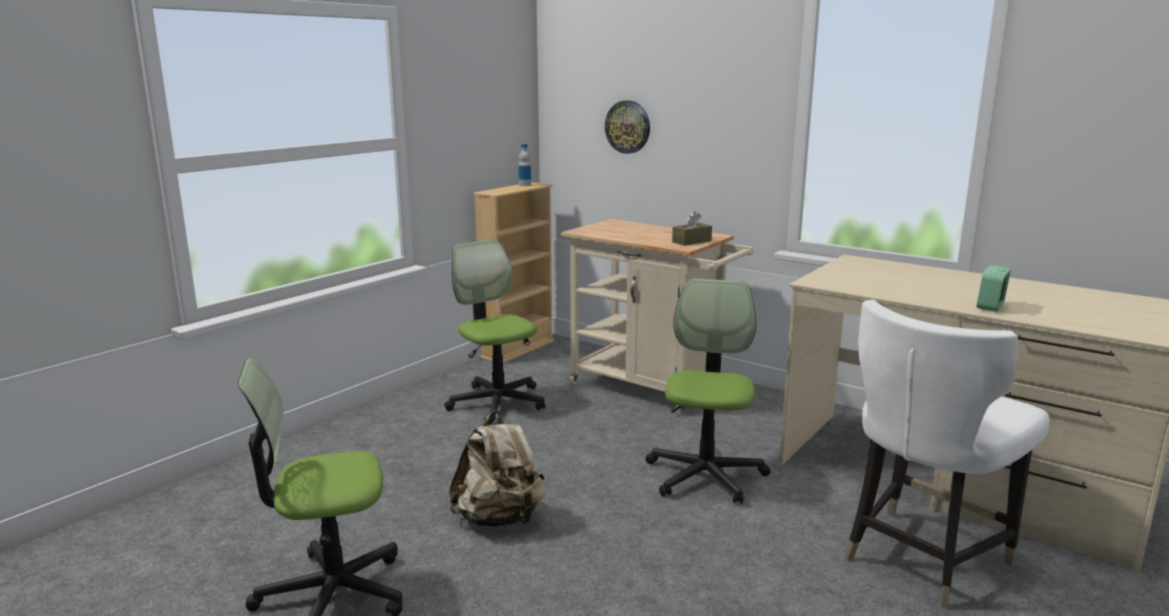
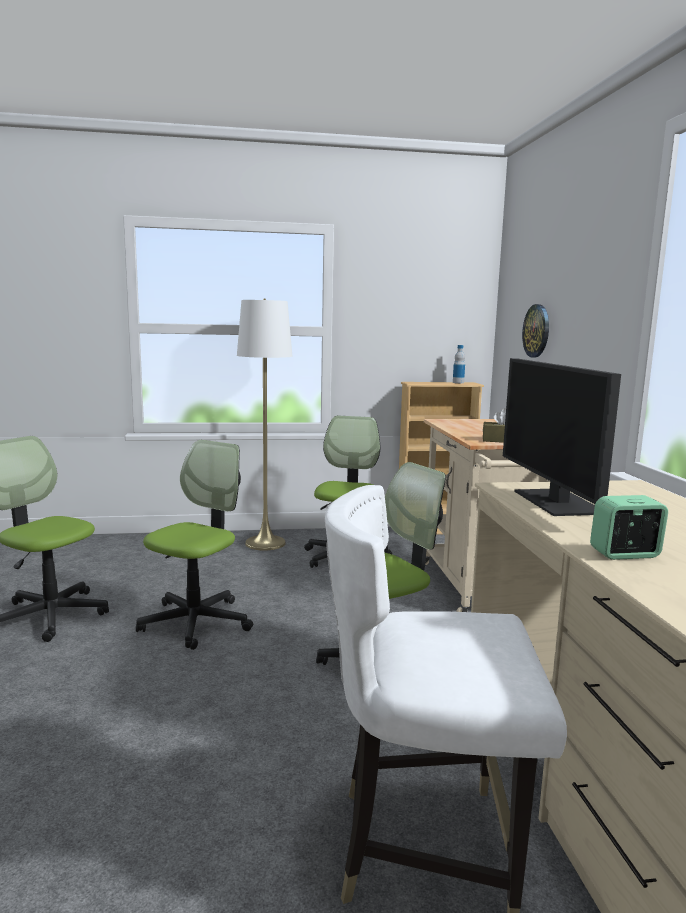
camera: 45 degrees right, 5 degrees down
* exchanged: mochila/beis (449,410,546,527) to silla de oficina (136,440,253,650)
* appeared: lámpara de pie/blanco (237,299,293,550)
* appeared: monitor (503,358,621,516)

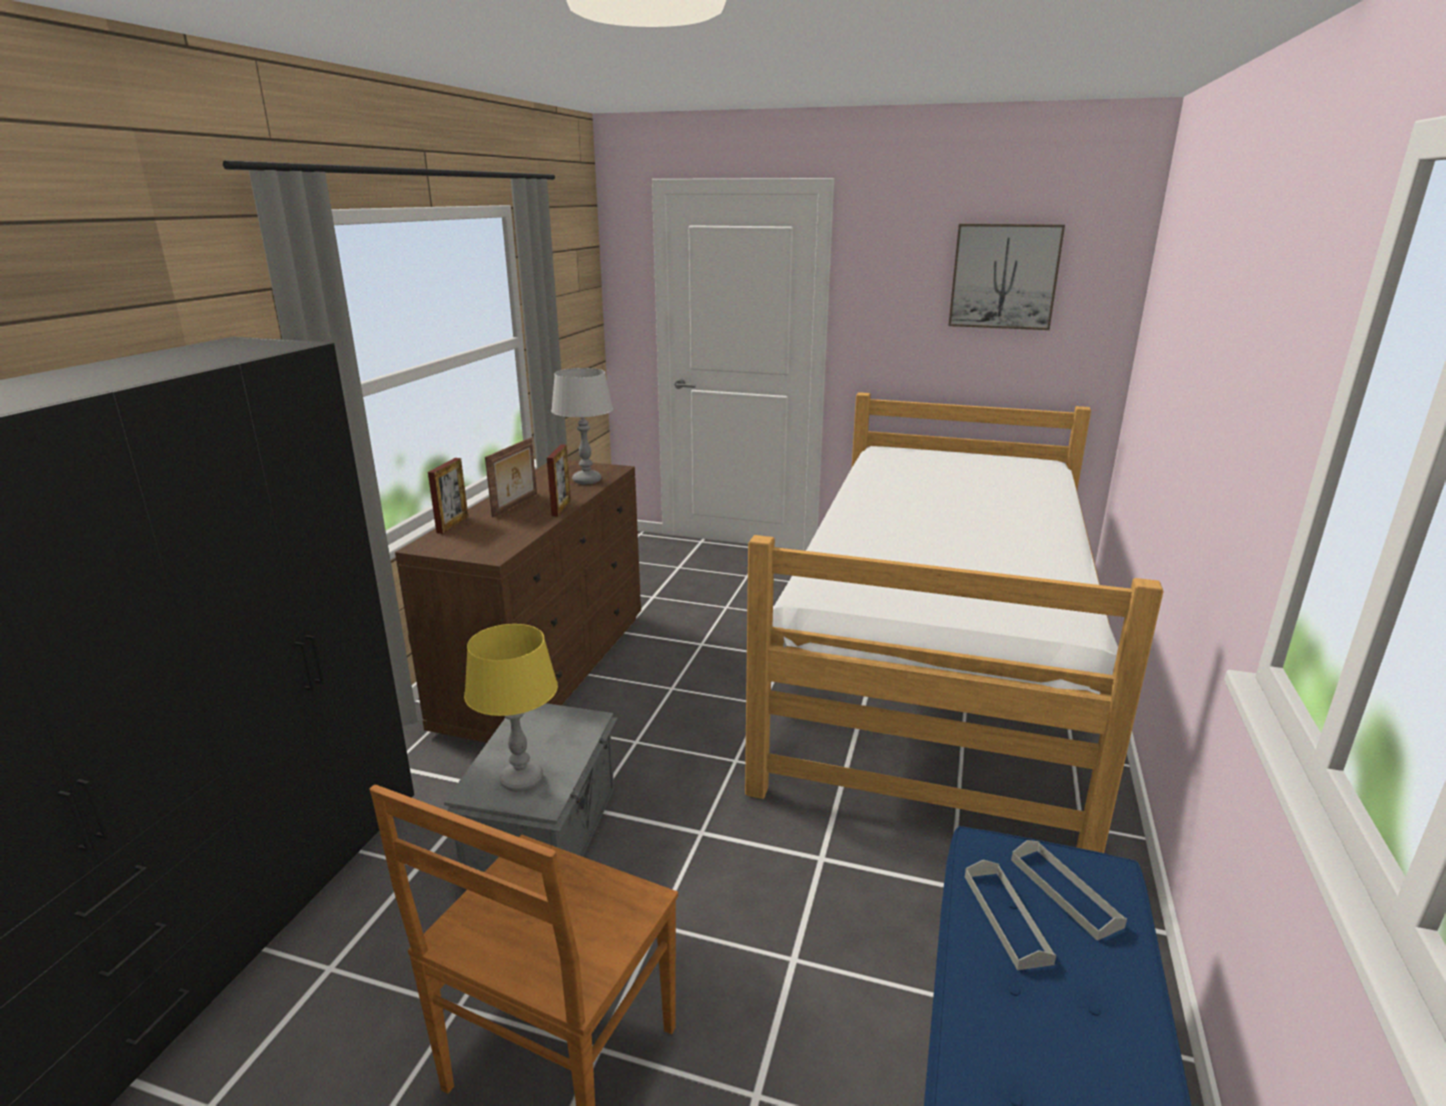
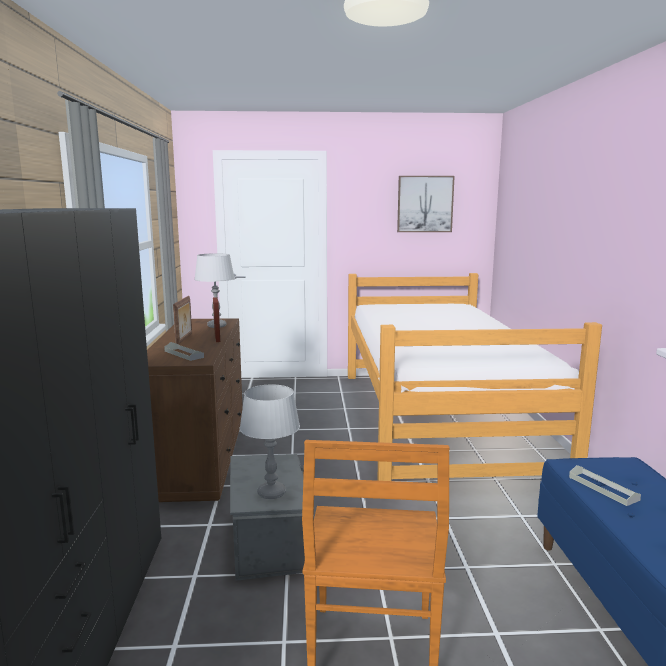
camera: 20 degrees left, 10 degrees down
* missing: portarretratos (428,458,468,534)
* colour: lámpara de mesa/amarillo (464,624,558,792) to lámpara de mesa/gris (239,385,300,499)
* relocated: bandeja/gris (1011,840,1127,941) to (164,342,204,361)

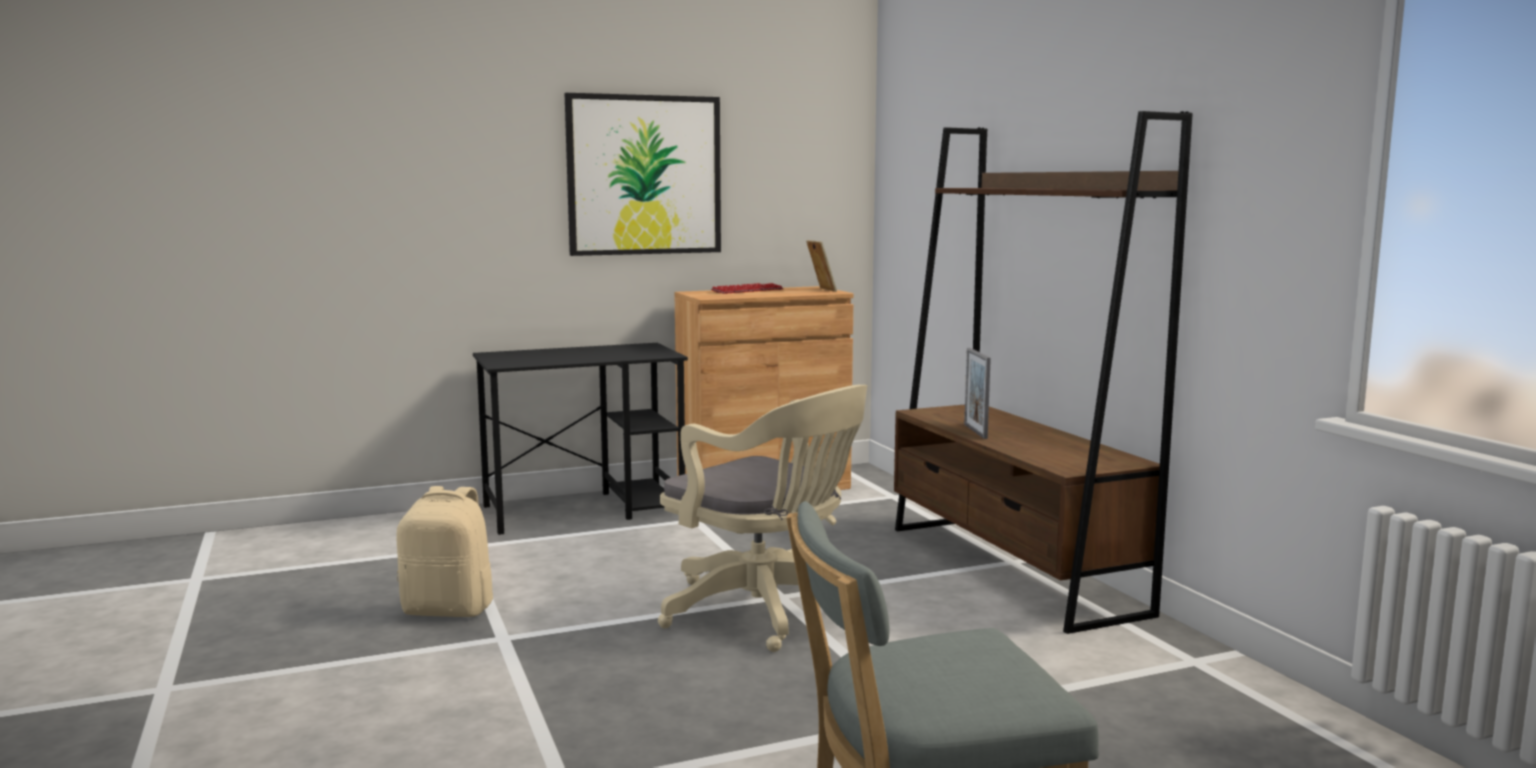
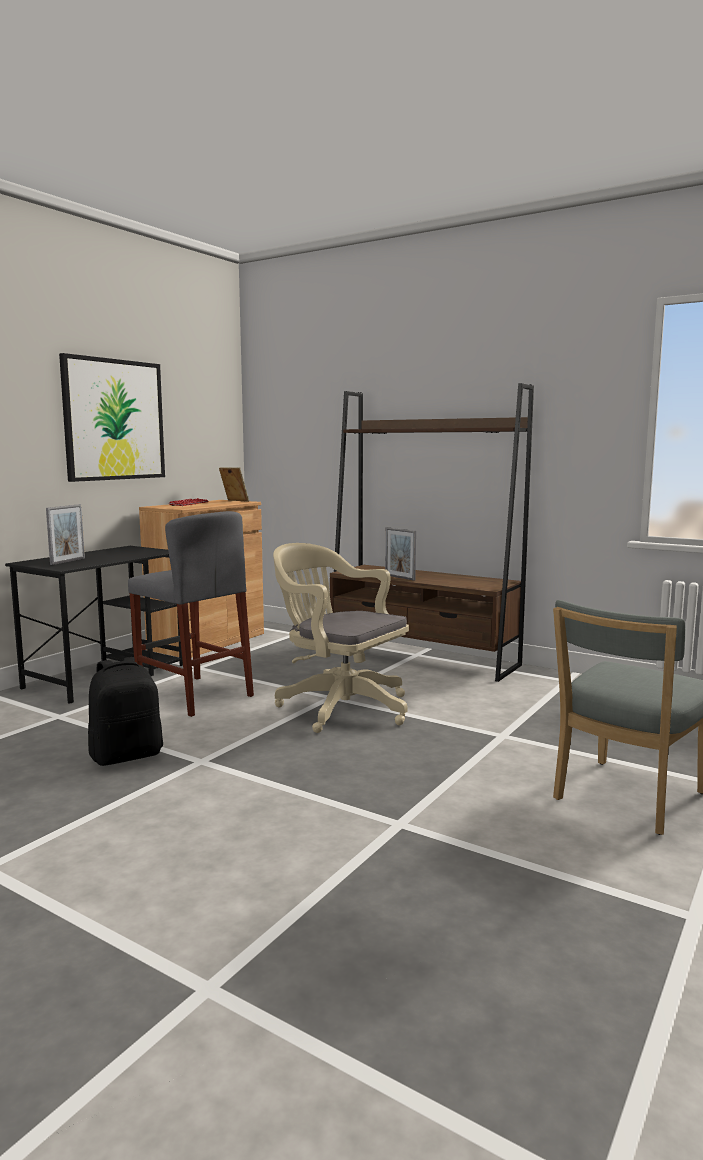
camera: 35 degrees left, 0 degrees up
* spun: silla de oficina/beis (658,385,867,652) = (273,543,409,733) 150 degrees counterclockwise
* colour: mochila/beis (397,486,493,617) to mochila/negro (88,657,163,766)
* appeared: portarretratos (46,504,85,565)
* appeared: taburete/gris (128,511,254,717)

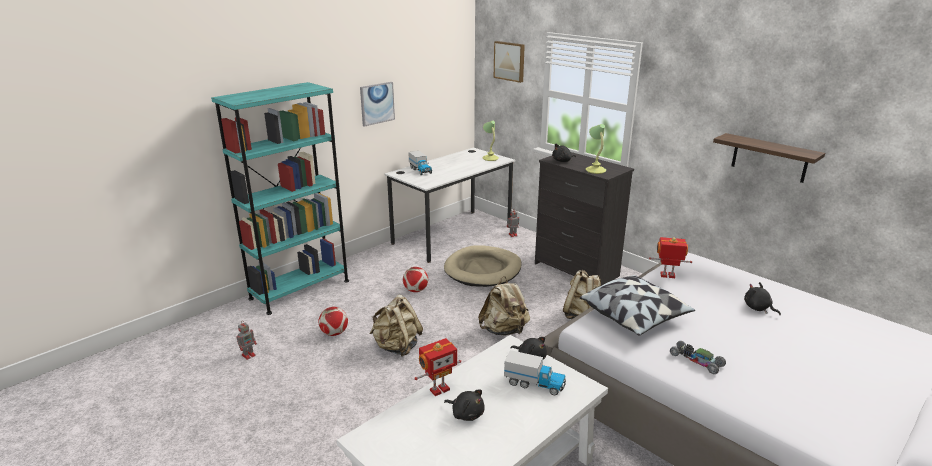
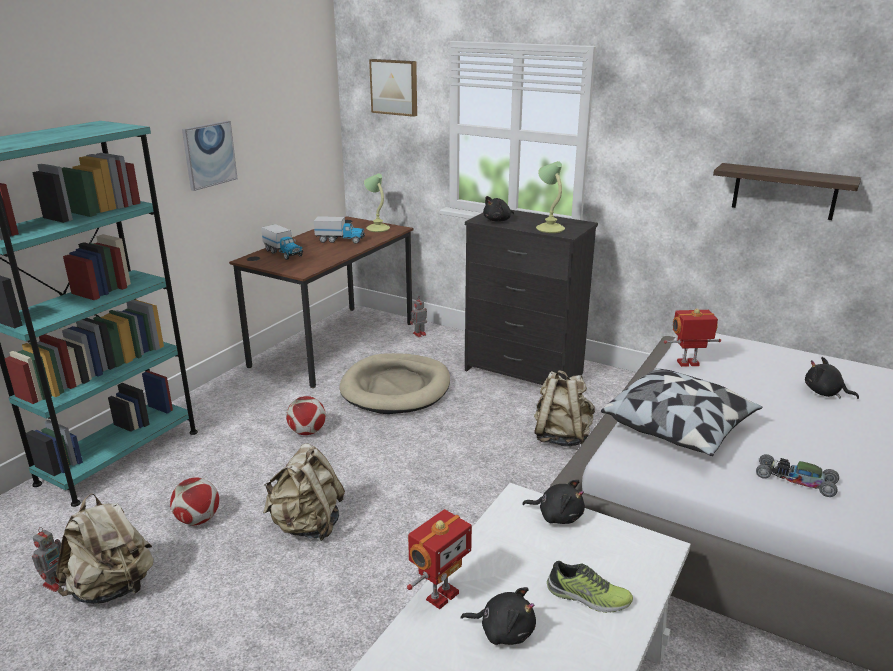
camera: 15 degrees left, 0 degrees up
* colour: escritorio/blanco (385,148,515,263) to escritorio/marrón (229,216,414,388)
* relocated: mochila/beis (478,276,530,336) to (56,493,154,604)
* relocated: camión de juguete (504,350,566,395) to (314,216,365,244)
* appeared: zapato (547,561,633,613)

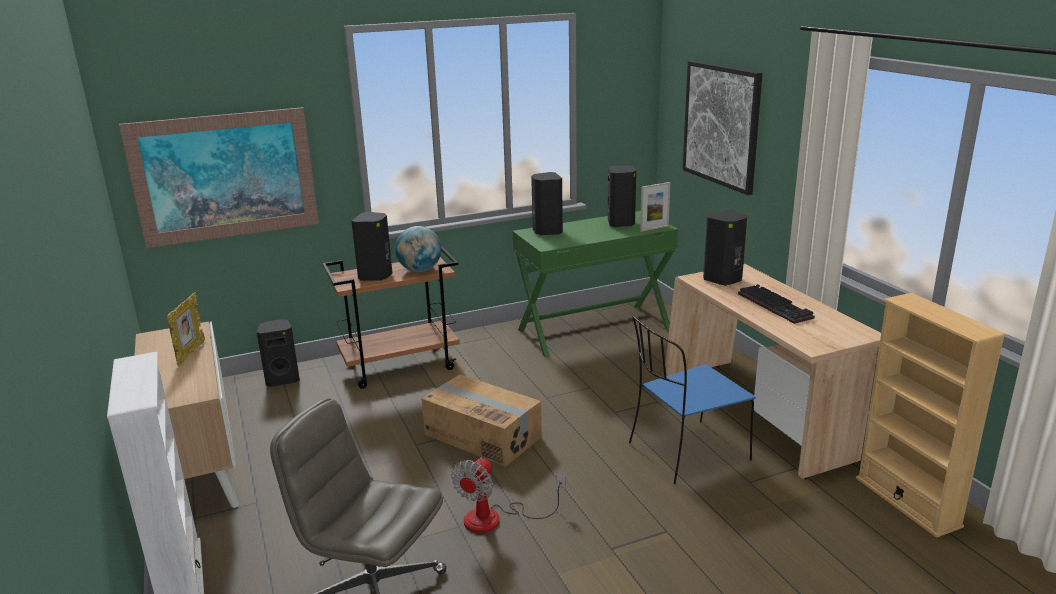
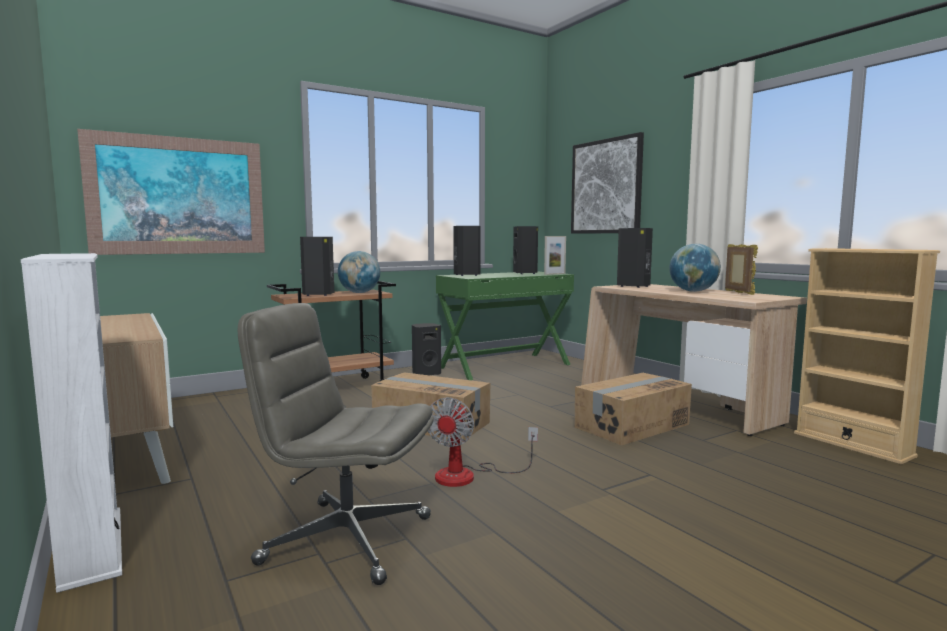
camera: 10 degrees left, 15 degrees down
* exchanged: teclado (738,284,815,324) to globo terráqueo (669,244,721,292)
* relocated: portarretratos (167,292,205,366) to (725,244,758,295)
* exchanged: silla/azul (629,316,755,484) to caja de cartón (575,373,692,446)
* relocated: altavoz/negro (257,319,300,387) to (412,323,441,375)

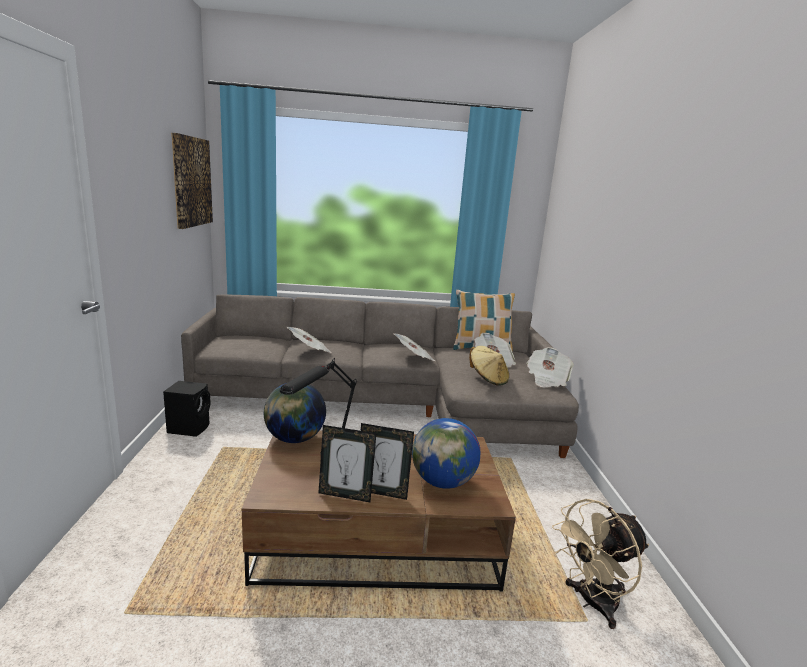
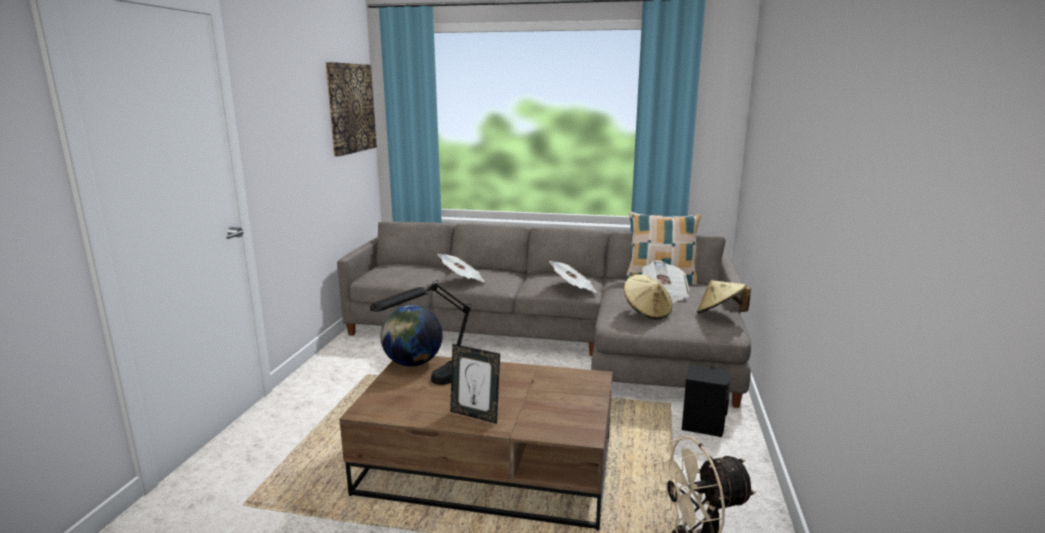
camera: 15 degrees right, 0 degrees up
* exchanged: periódico (527,347,574,387) to sombrero/beis (697,280,751,314)
* relocated: altavoz/negro (163,381,211,437) to (682,364,730,437)
* missing: globo terráqueo (412,418,480,489)
* missing: portarretratos (318,425,376,502)

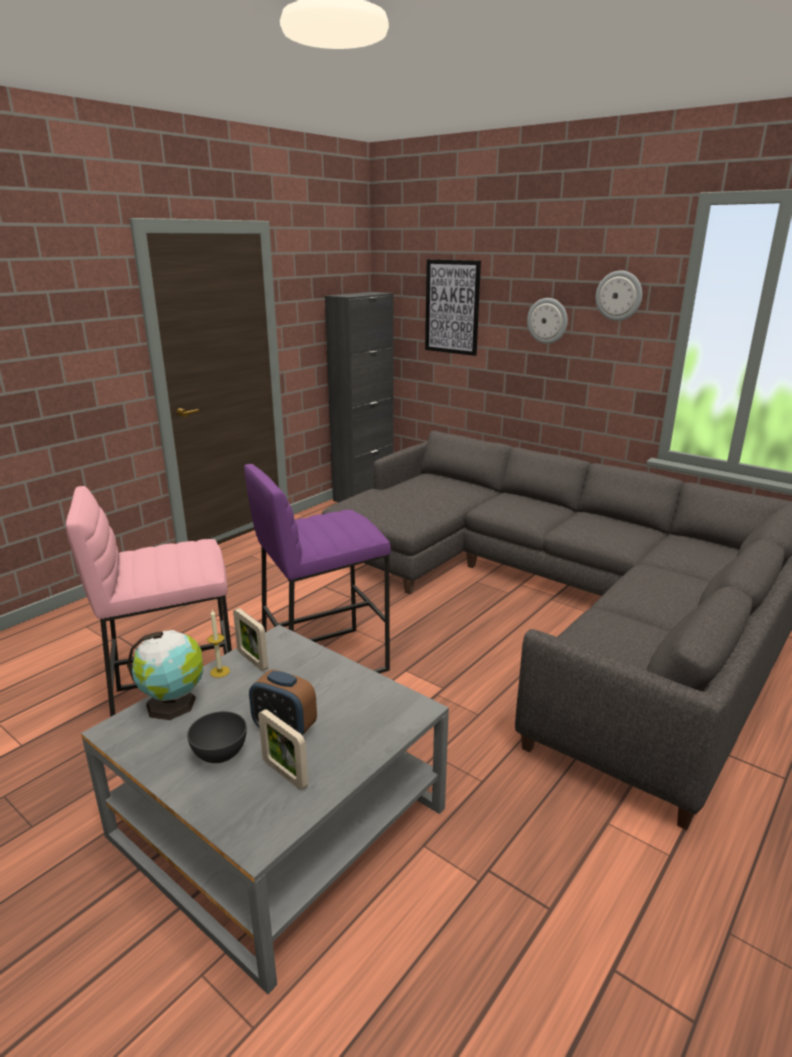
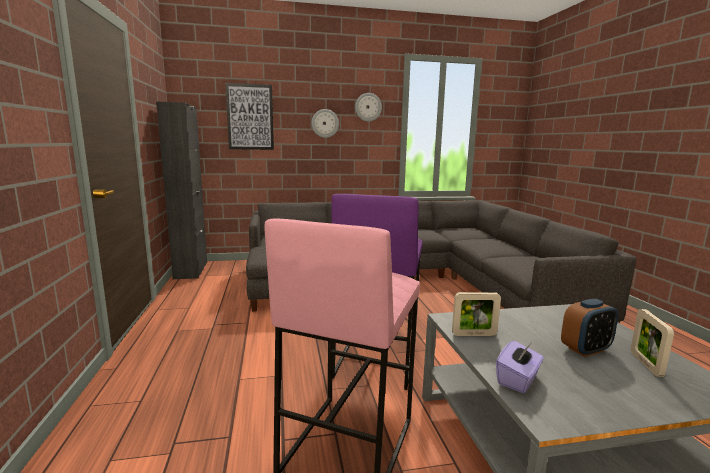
camera: 50 degrees left, 10 degrees down
* missing: vela (207,610,230,678)
* exchanged: globo terráqueo (127,630,203,720) to caja de pañuelos/morado (496,341,544,393)
* spun: portarretratos (258,709,308,790) = (631,309,674,377) 105 degrees clockwise
* missing: cuenco/gris (187,711,247,763)

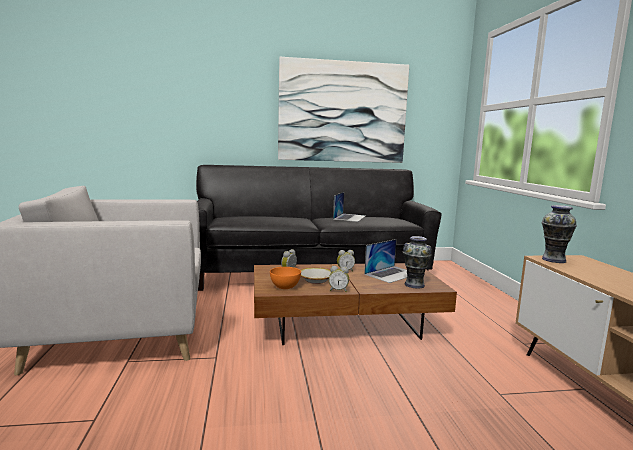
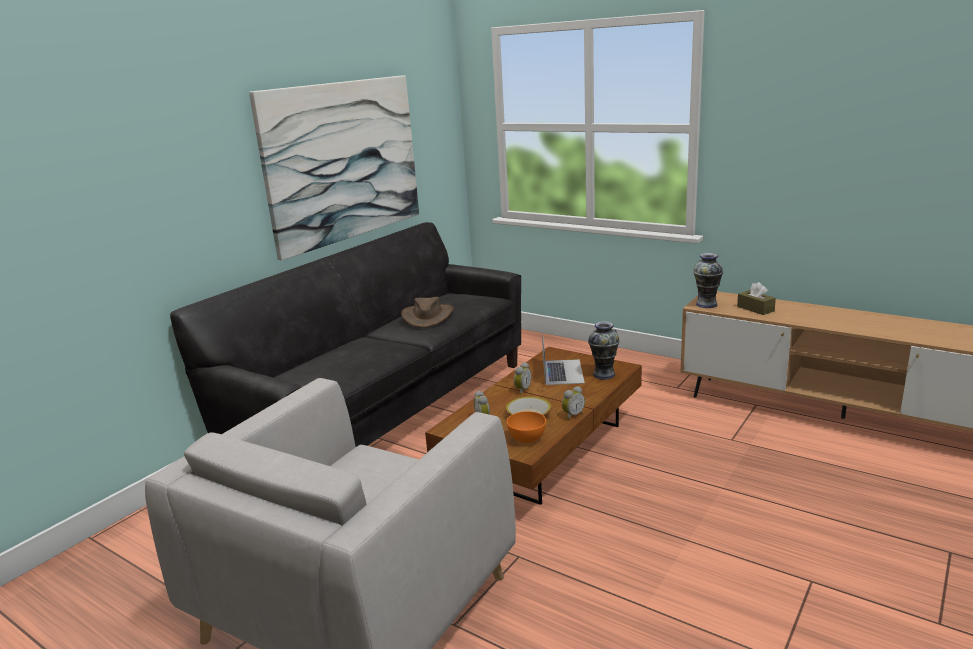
camera: 45 degrees left, 10 degrees up
* exchanged: portátil (333,192,366,222) to sombrero/marrón (401,297,453,328)
* appeared: caja de pañuelos/marrón (737,282,776,315)

